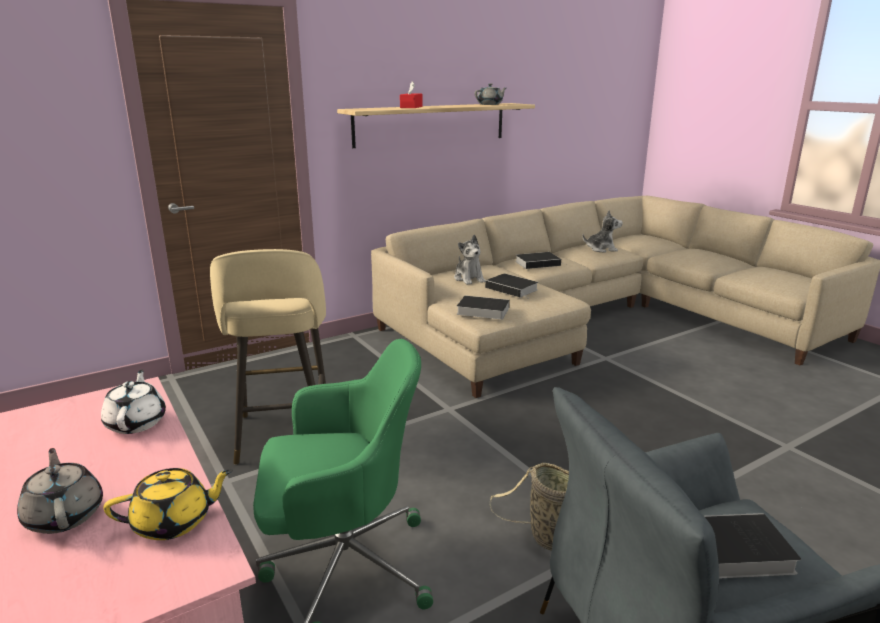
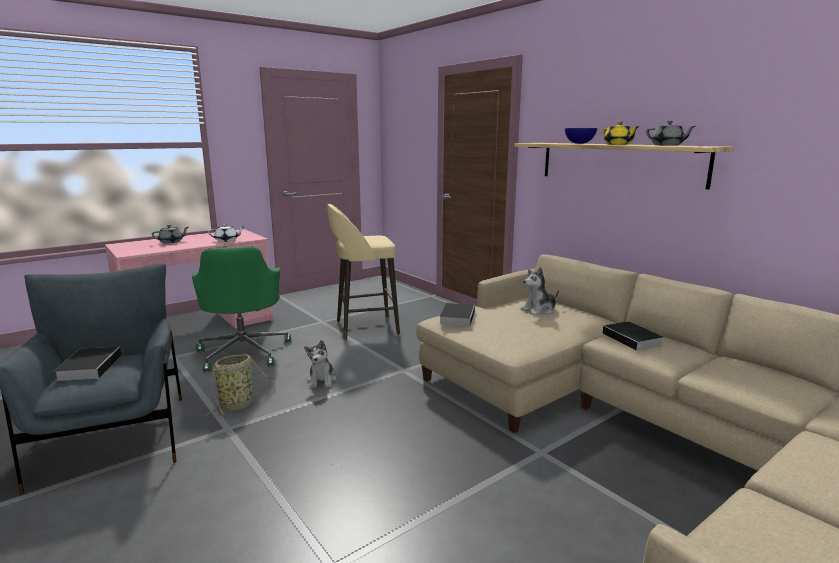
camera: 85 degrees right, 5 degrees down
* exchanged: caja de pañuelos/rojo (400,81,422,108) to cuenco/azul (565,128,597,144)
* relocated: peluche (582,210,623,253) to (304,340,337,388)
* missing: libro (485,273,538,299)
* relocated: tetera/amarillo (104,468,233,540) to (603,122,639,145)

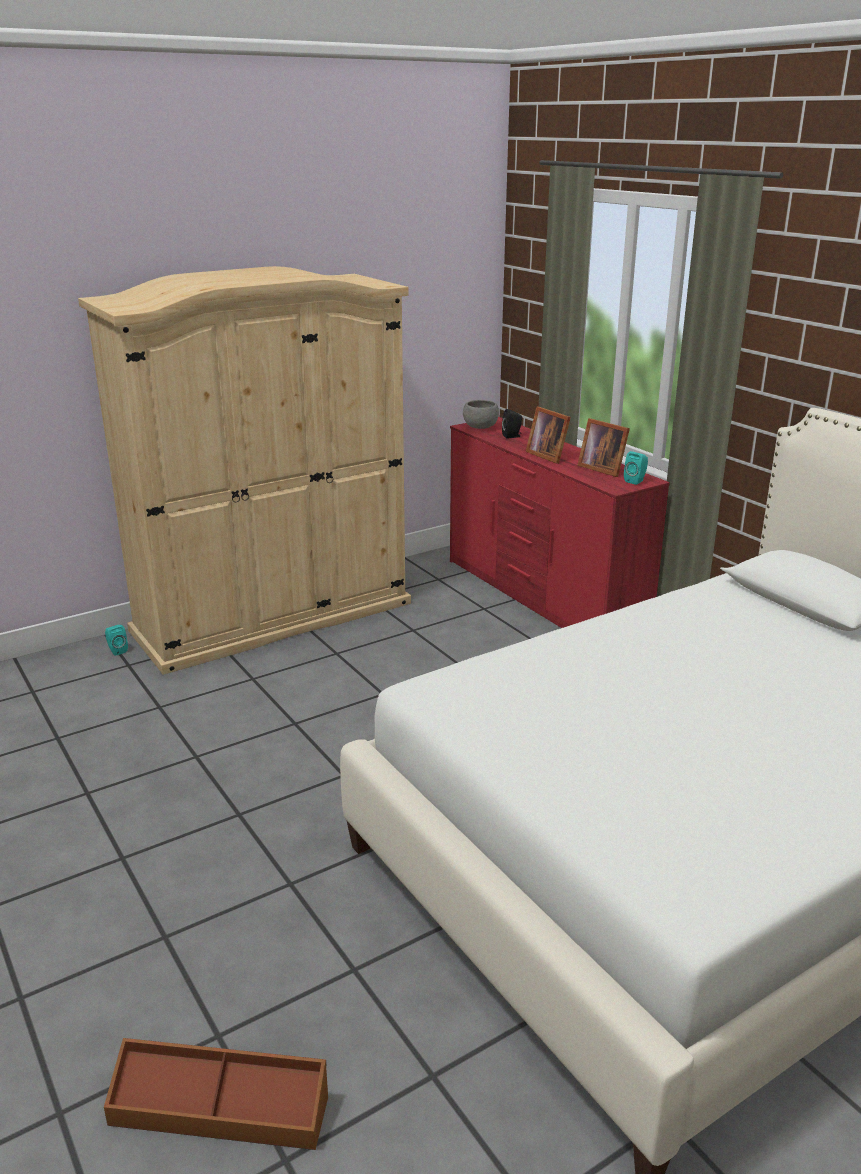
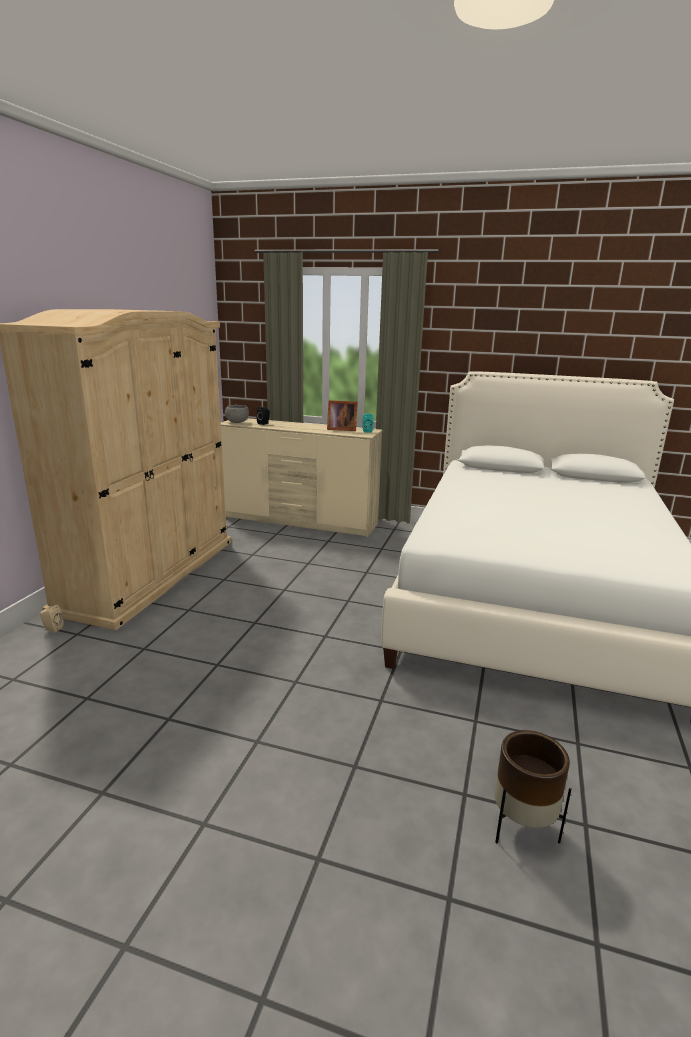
camera: 40 degrees left, 5 degrees down
* missing: portarretratos (526,406,571,464)
* colour: cómoda/rojo (450,417,670,628) to cómoda/beis (221,418,383,537)
* colour: altavoz/turquesa (105,625,128,656) to altavoz/beis (40,605,64,632)
* exchanged: caja de almacenaje/marrón (104,1038,328,1150) to maceta/marrón (494,730,571,844)

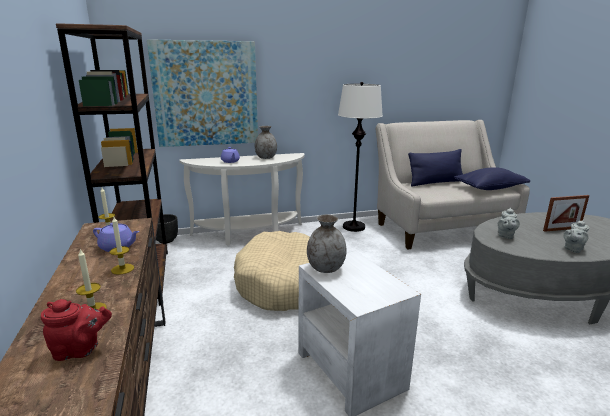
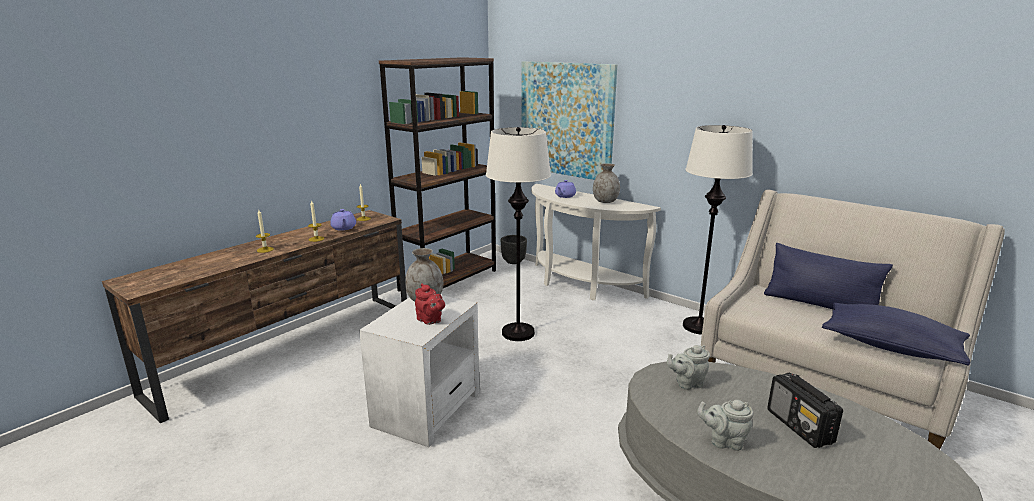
camera: 55 degrees right, 0 degrees up
* exchanged: portarretratos (543,195,590,232) to radio (767,372,843,448)
* exchanged: cama para perro/beis (234,231,310,311) to lámpara de pie/blanco (486,127,551,341)
* relocated: tetera/rojo (41,299,112,361) to (415,284,445,325)

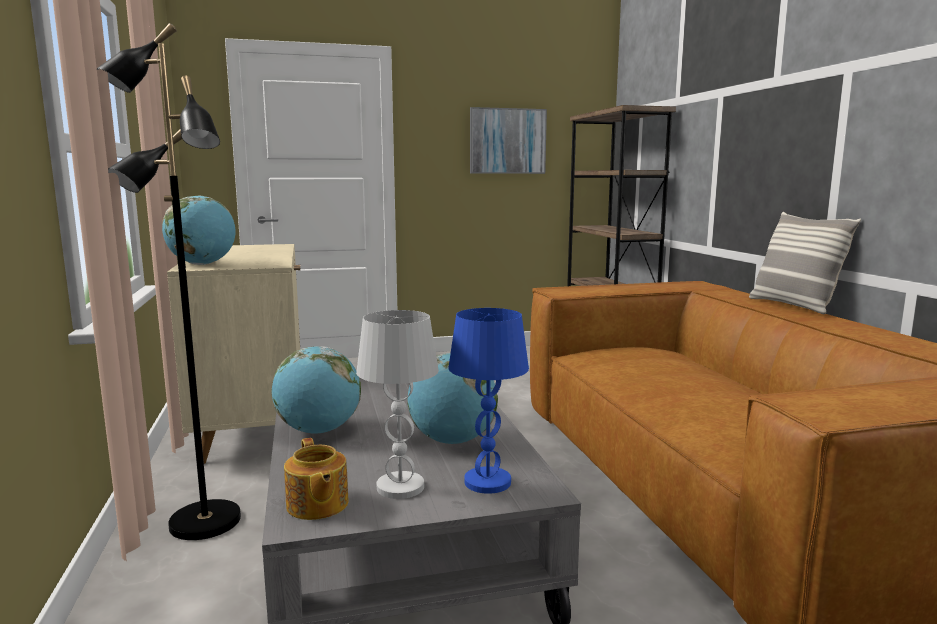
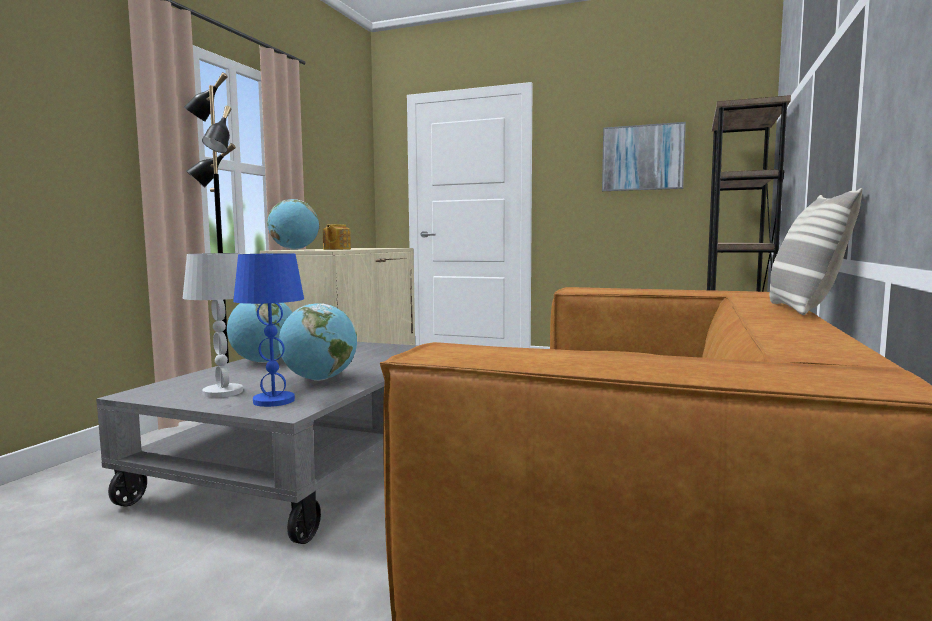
camera: 35 degrees right, 5 degrees down
* relocated: tetera (284,438,349,520) to (323,224,351,250)

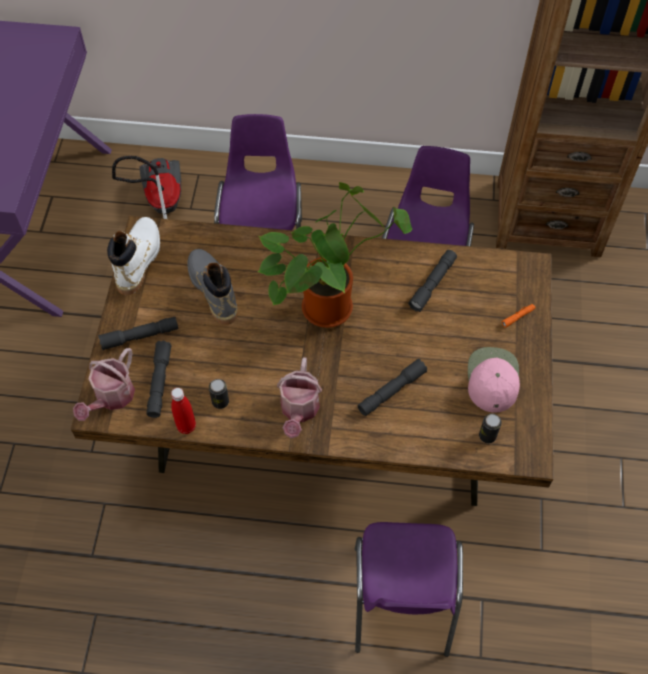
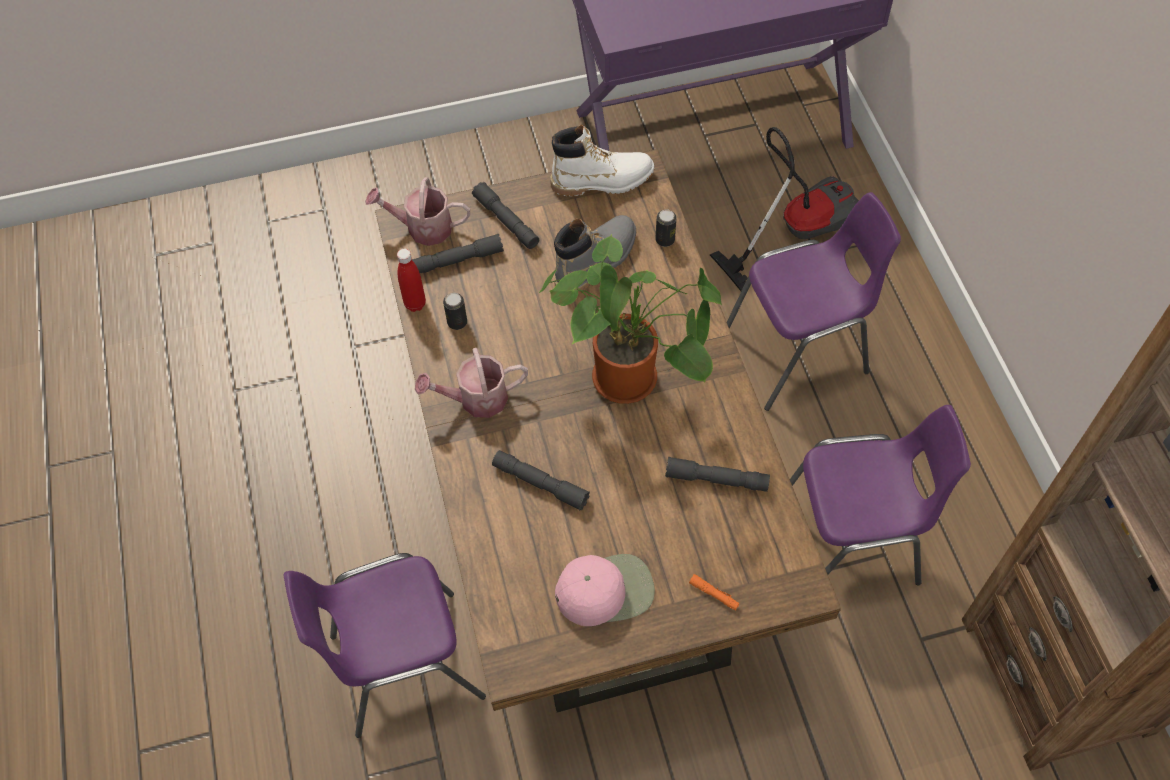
camera: 70 degrees right, 0 degrees up
* relocated: lata (479,414,502,443) to (655,209,676,247)

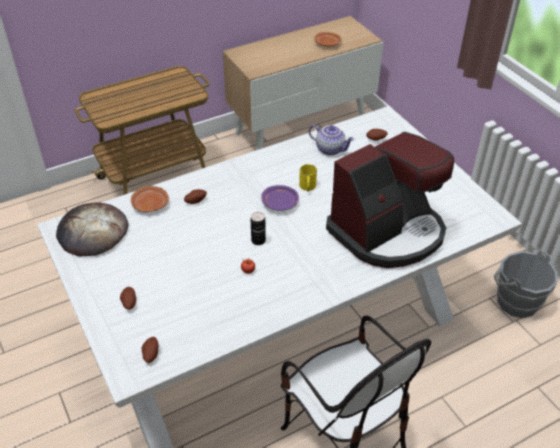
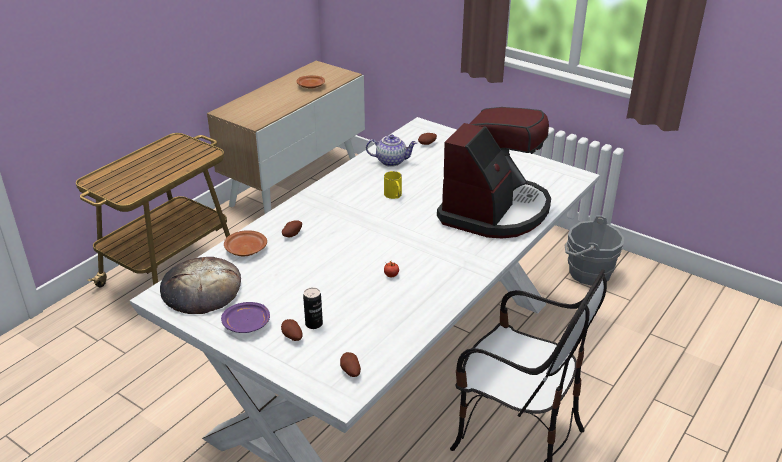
camera: 25 degrees left, 10 degrees down
* relocated: plato/morado (261,185,299,211) to (221,302,270,333)
* relocated: lata (251,212,266,245) to (303,287,323,329)

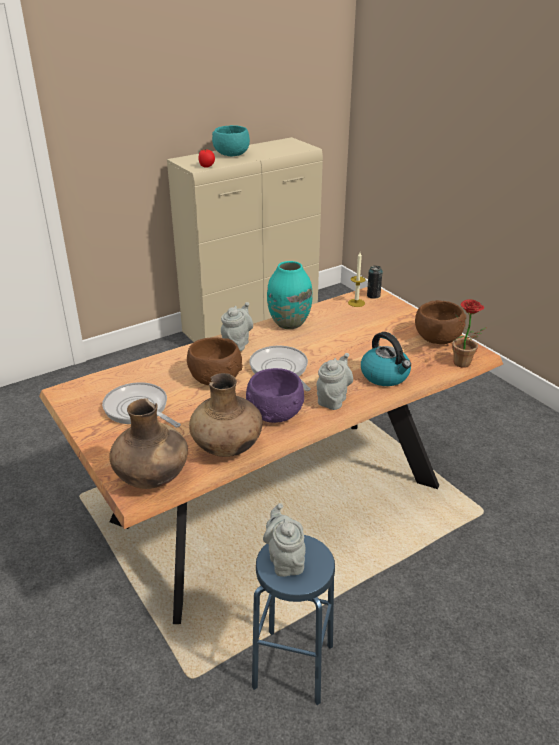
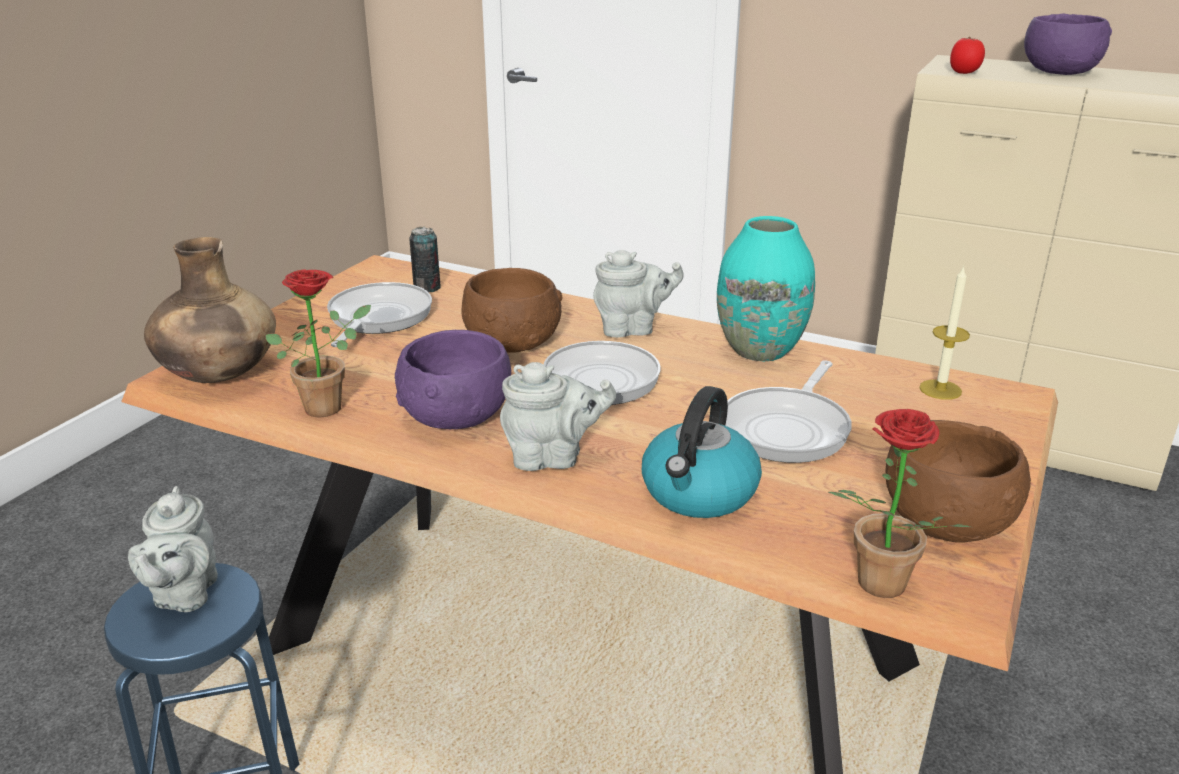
camera: 60 degrees right, 5 degrees down
* colour: cuenco/turquesa (212,125,250,156) to cuenco/morado (1024,13,1112,75)
* relocated: lata (367,265,382,299) to (409,227,441,292)
* exchanged: florero/marrón (189,373,262,457) to planta en maceta (265,269,371,418)
* spun: tetera/gris (263,503,306,577) = (128,486,218,612) 135 degrees clockwise
* appeared: sartén (724,360,852,463)

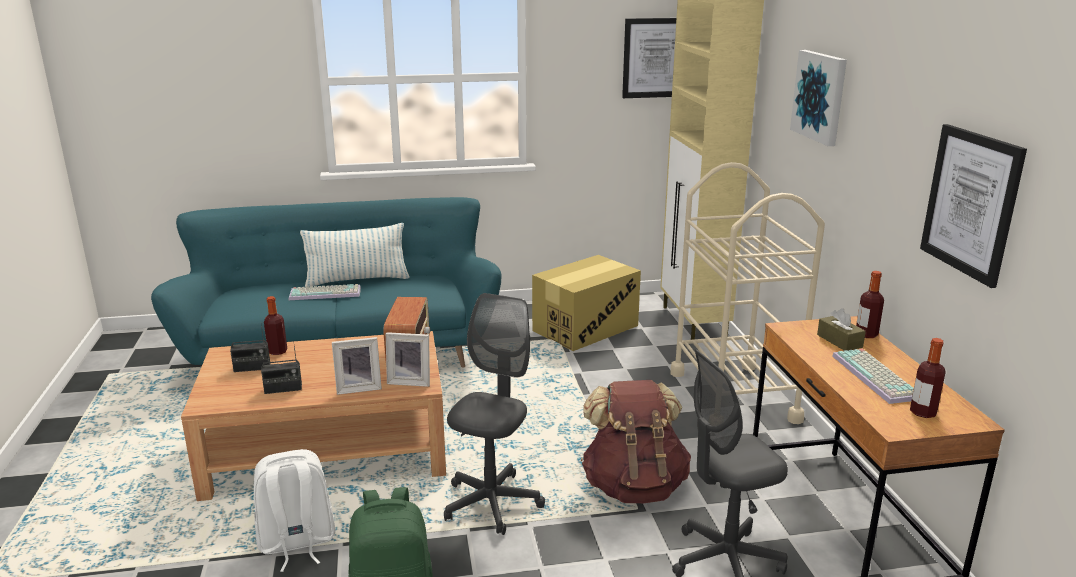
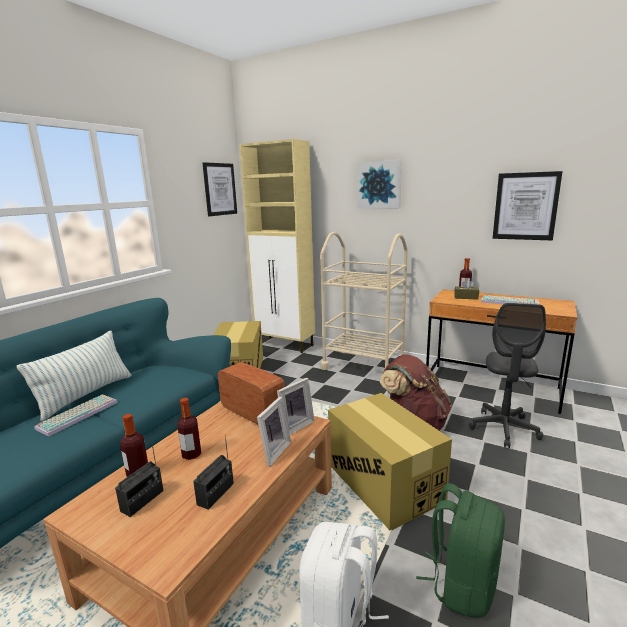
camera: 50 degrees left, 5 degrees down
* exchanged: silla de oficina/gris (444,293,545,535) to caja de cartón (328,393,452,531)
* relocated: botella (910,338,946,418) to (177,398,201,460)

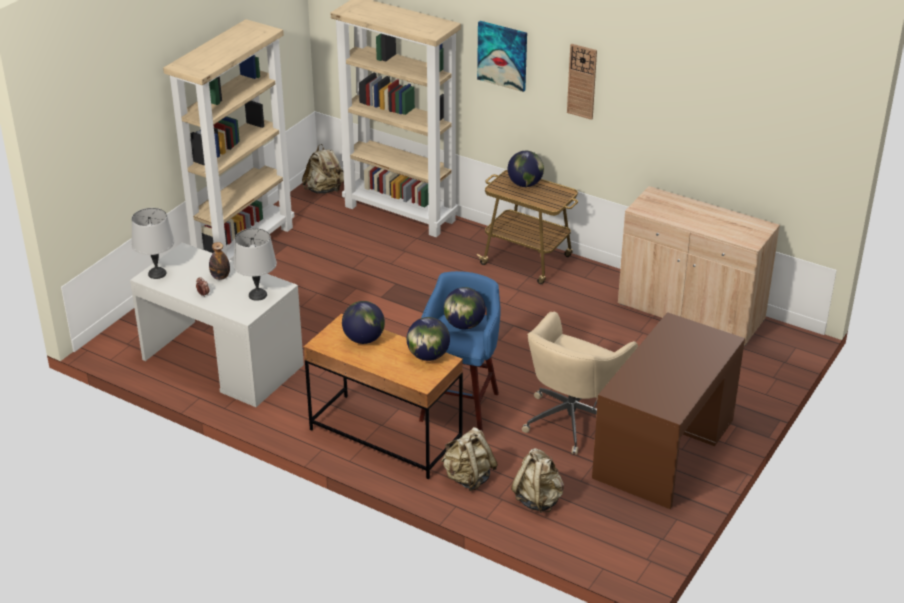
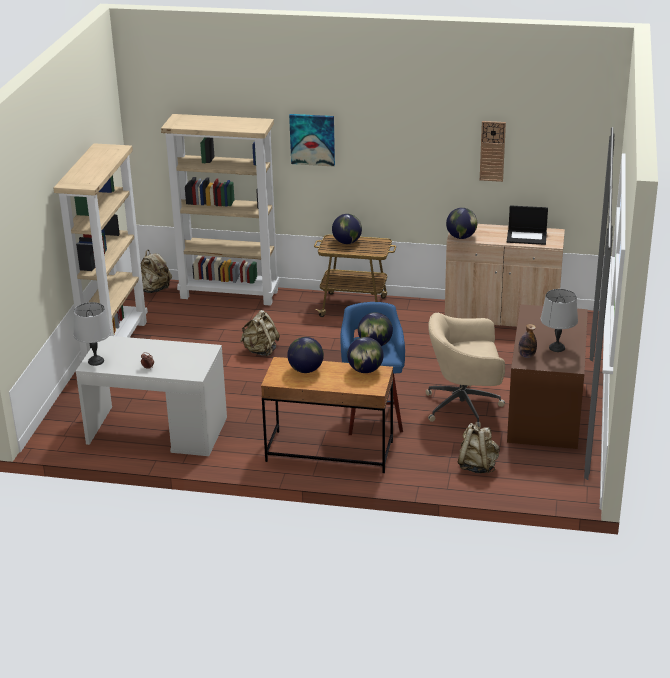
camera: 20 degrees left, 5 degrees down
* relocated: reloj de pared (567,44,597,120) to (480,121,506,182)
* relocated: lámpara de mesa/gris (233,228,277,301) to (541,289,578,352)
* relocated: botella (209,242,230,280) to (518,324,537,358)
* spun: silla de oficina/beis (522,312,638,455) = (426,313,505,428) 75 degrees clockwise
* relocated: mochila/beis (441,427,498,491) to (240,310,280,357)
* appeared: portátil (507,205,548,245)
* appeared: globo terráqueo (446,208,477,239)

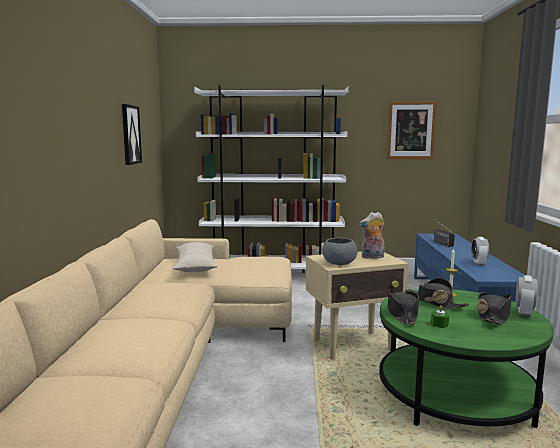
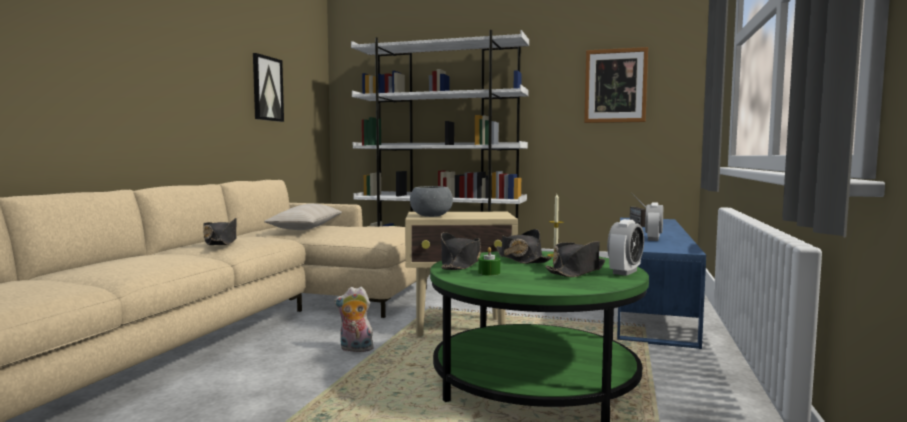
camera: 15 degrees right, 5 degrees down
* relocated: peluche (359,212,384,259) to (334,287,375,352)
* appeared: sombrero/negro (203,218,236,245)

